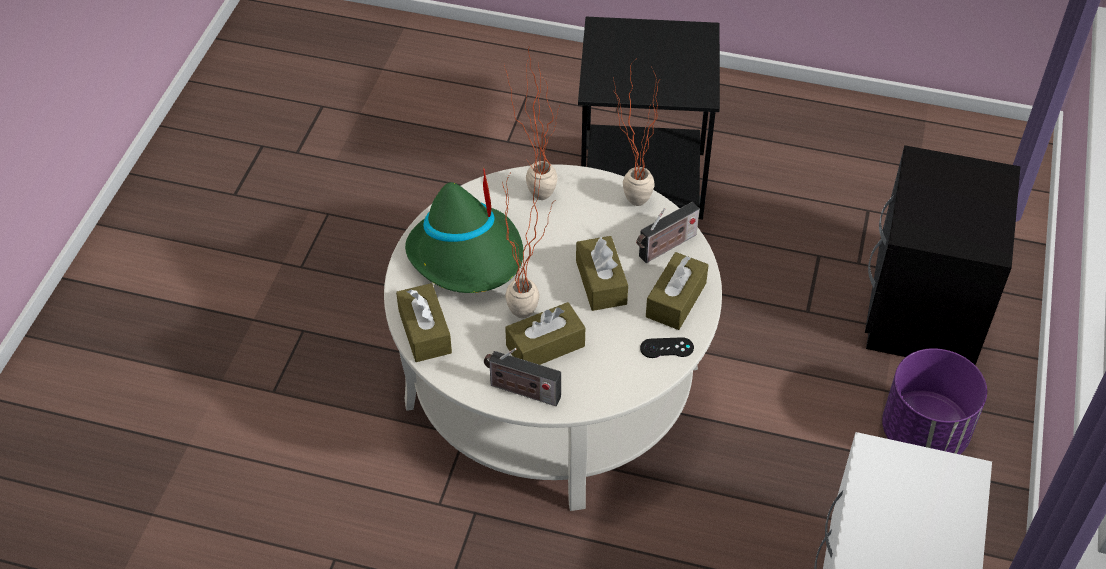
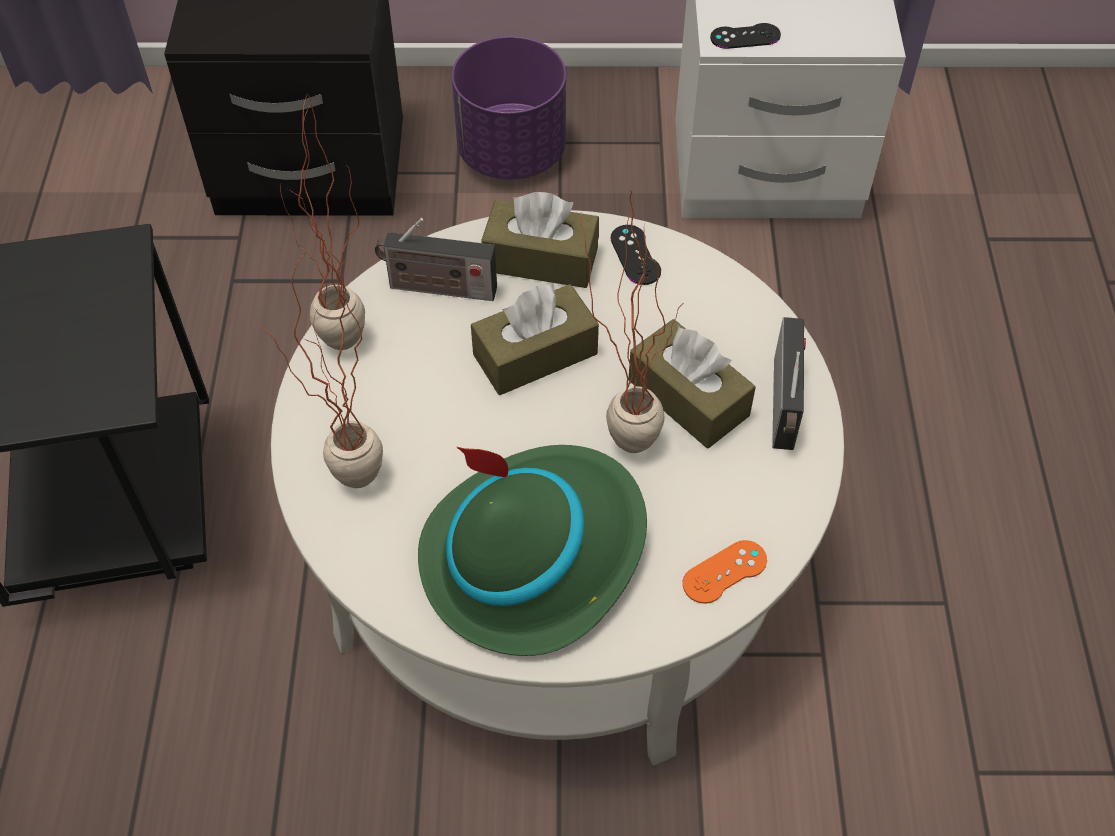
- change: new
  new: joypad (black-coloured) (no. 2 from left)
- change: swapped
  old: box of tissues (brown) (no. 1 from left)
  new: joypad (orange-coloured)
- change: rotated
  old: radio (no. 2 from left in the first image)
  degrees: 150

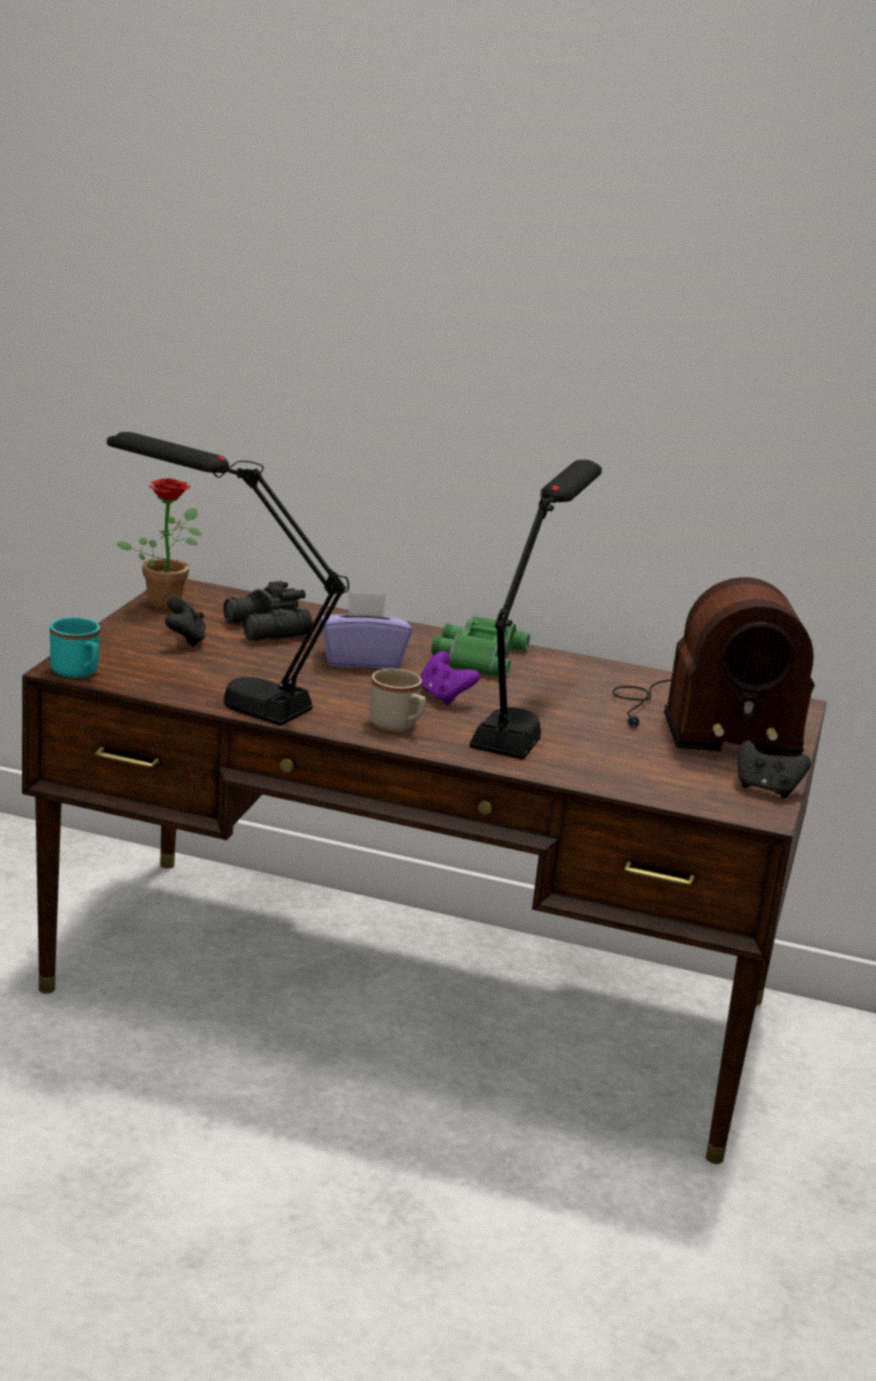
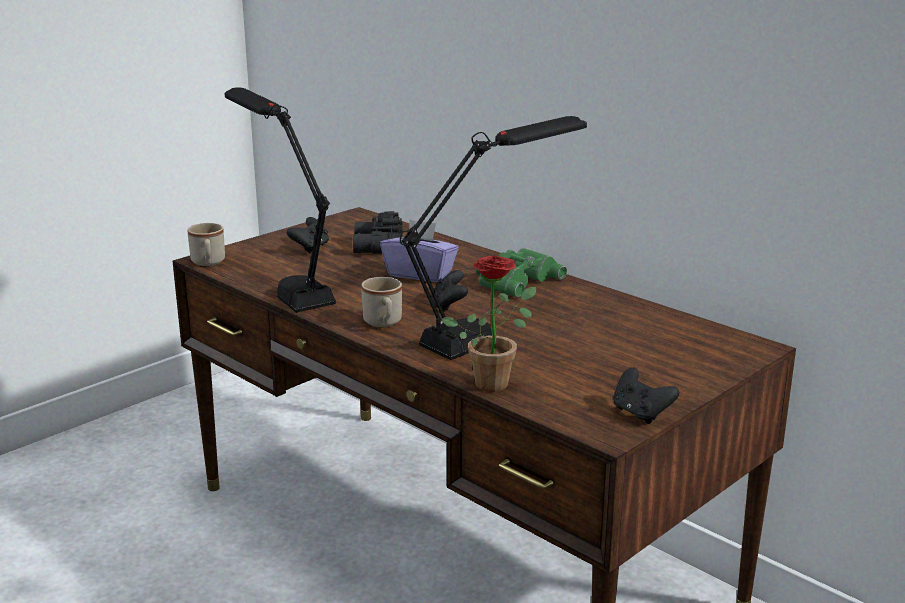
- change: gone
  old: radio
- change: shifted
  old: potted plant
- change: repainted
  old: coffee mug (turquoise-coloured)
  new: coffee mug (sand-coloured) (no. 1 from left)
- change: repainted
  old: joypad (purple)
  new: joypad (black-coloured) (no. 2 from left)

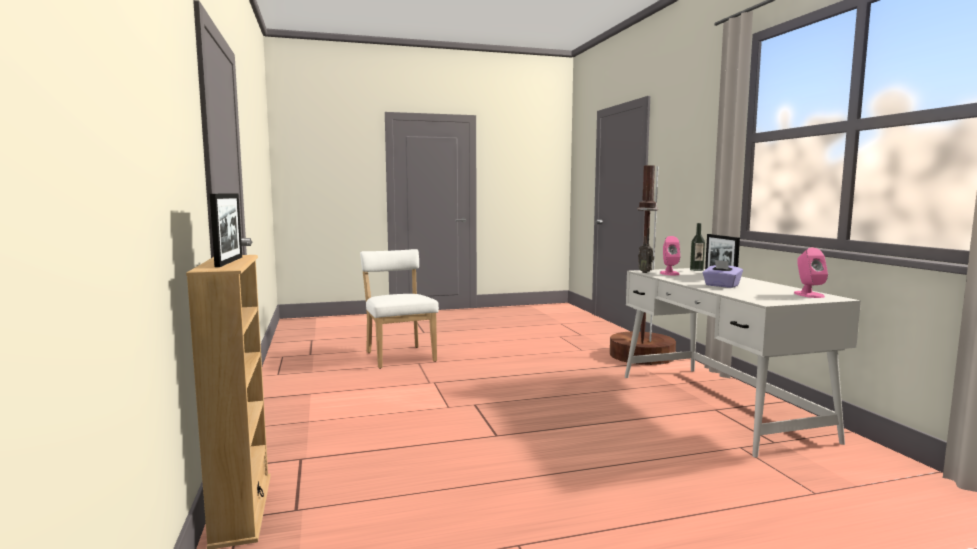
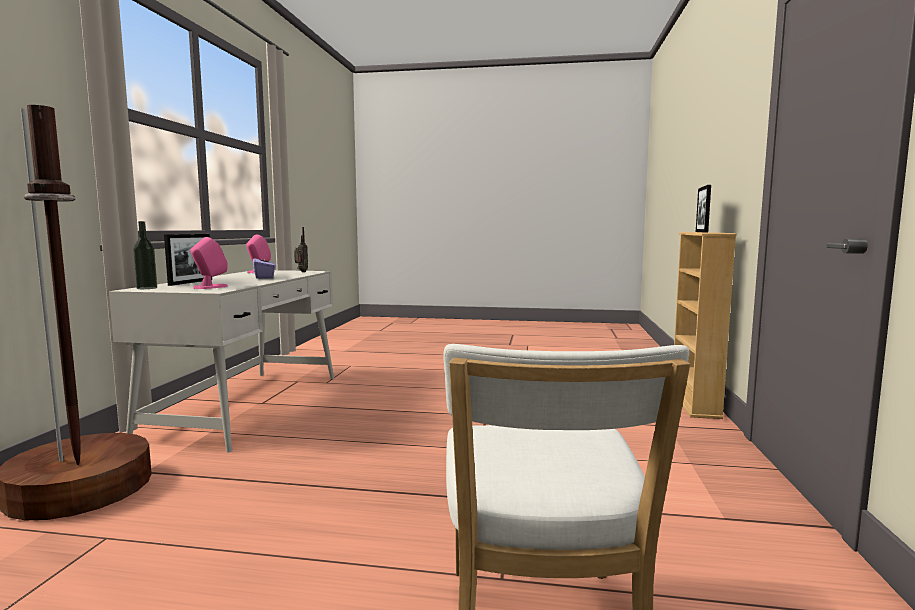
- change: shifted
  old: radio

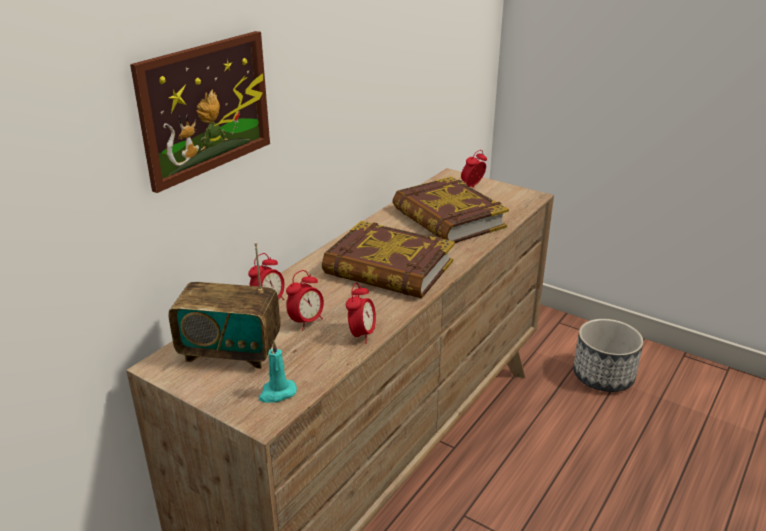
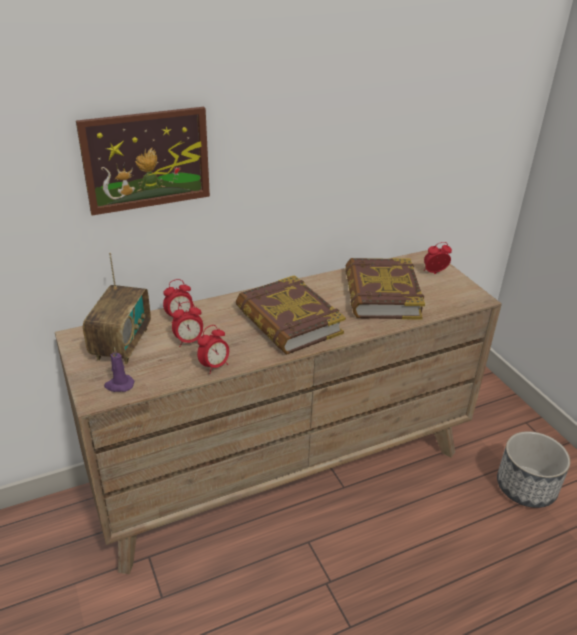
- change: repainted
  old: wax candle (turquoise-coloured)
  new: wax candle (purple)
- change: rotated
  old: radio
  degrees: -120

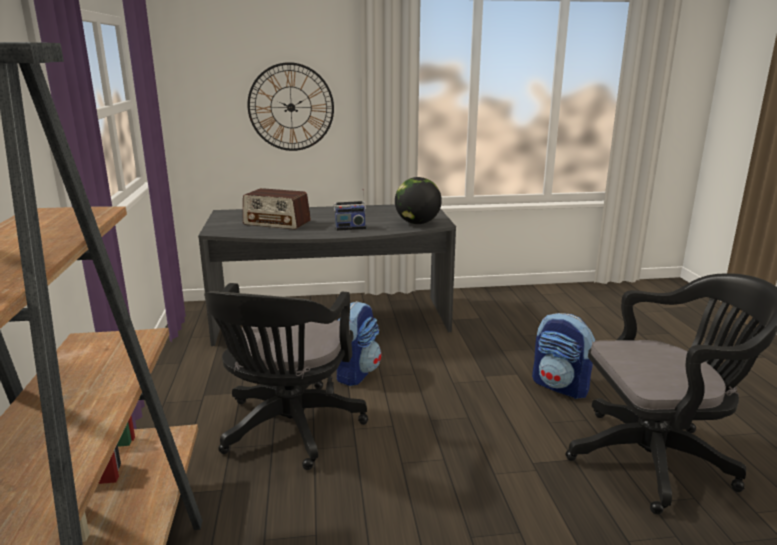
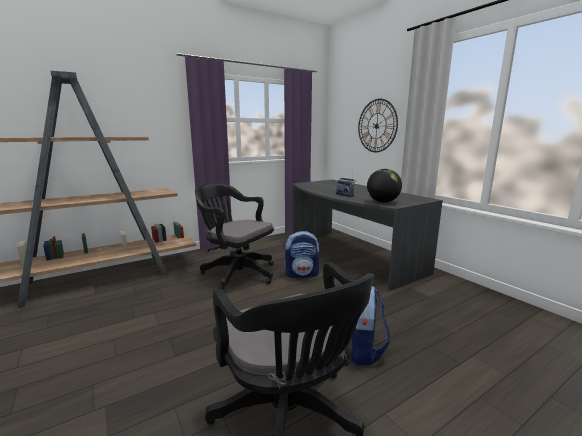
- change: gone
  old: radio (no. 1 from left)
- change: rotated
  old: office chair (black-coloured) (no. 1 from left)
  degrees: 45

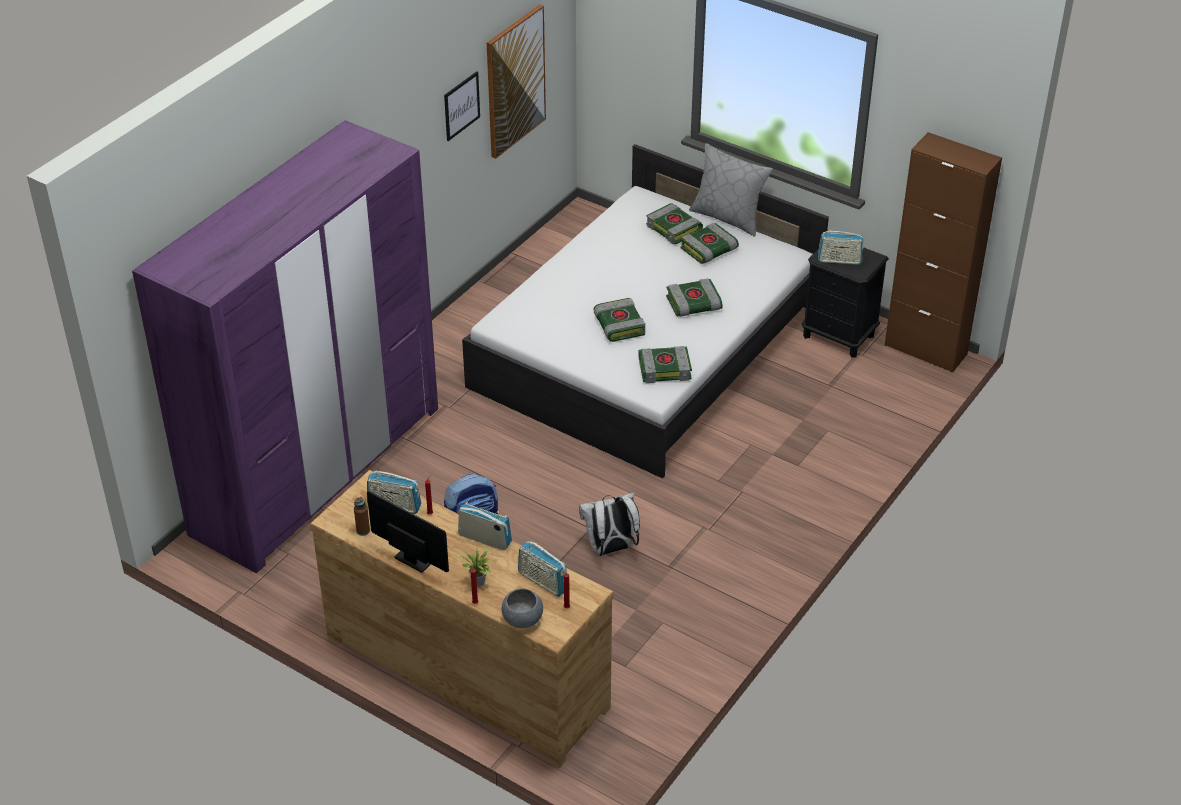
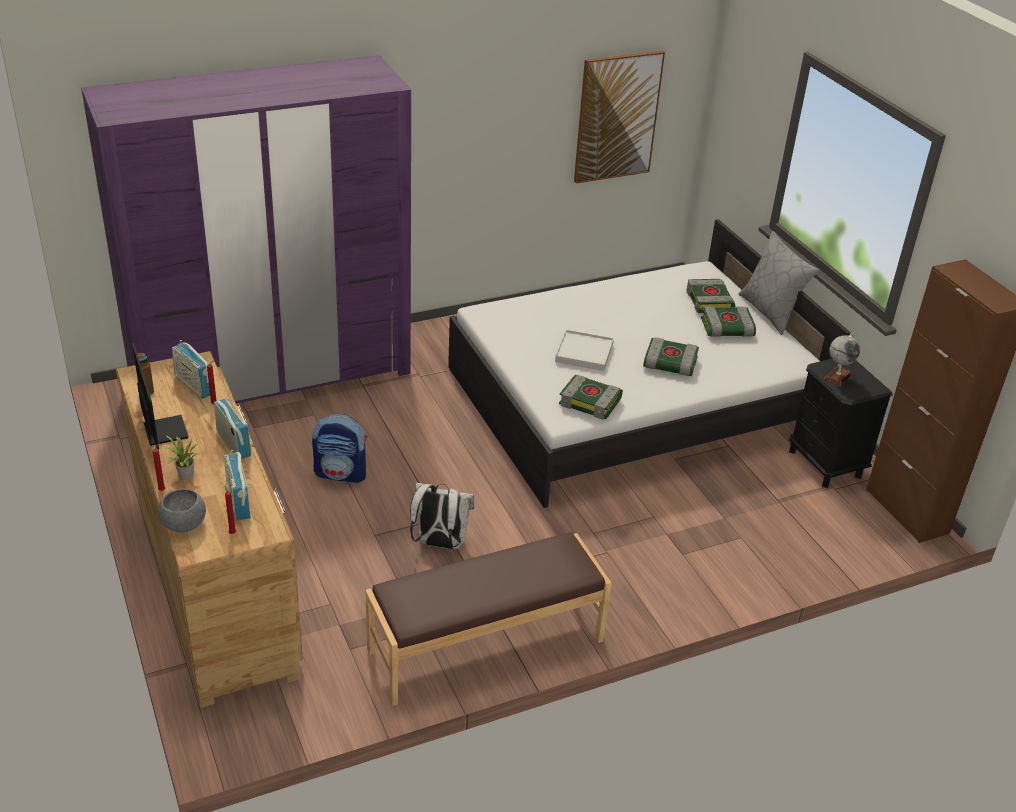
- change: gone
  old: wall art (no. 1 from left)
- change: new
  new: long seat (brown)
- change: swapped
  old: volume (no. 1 from left)
  new: serving tray (white)
- change: swapped
  old: radio (no. 4 from left)
  new: world globe

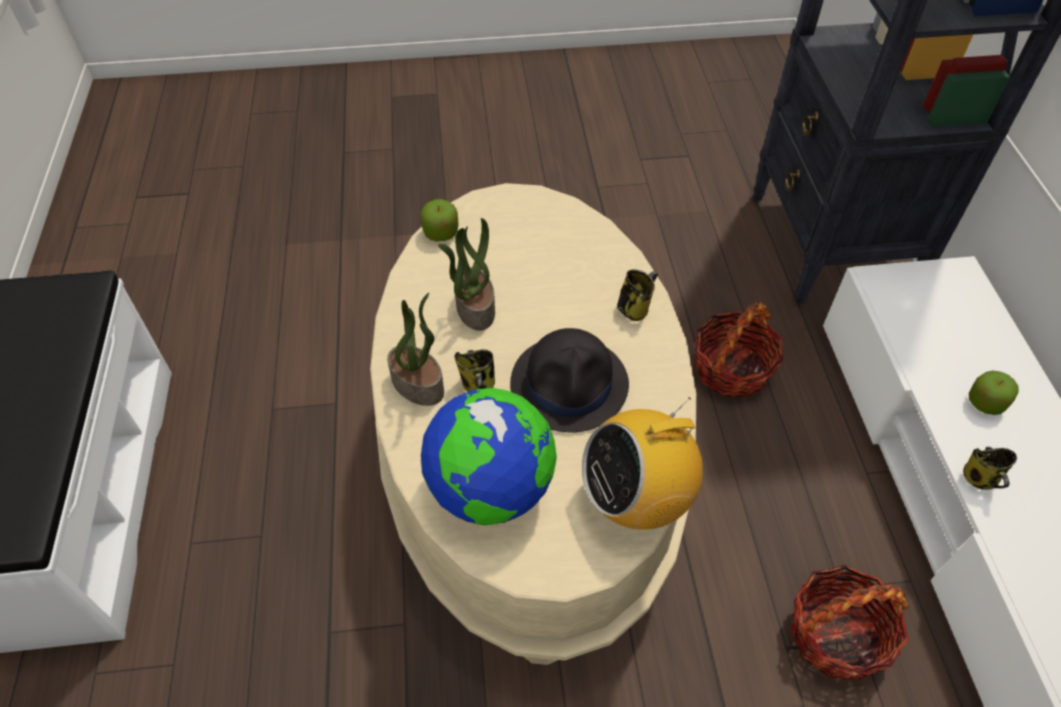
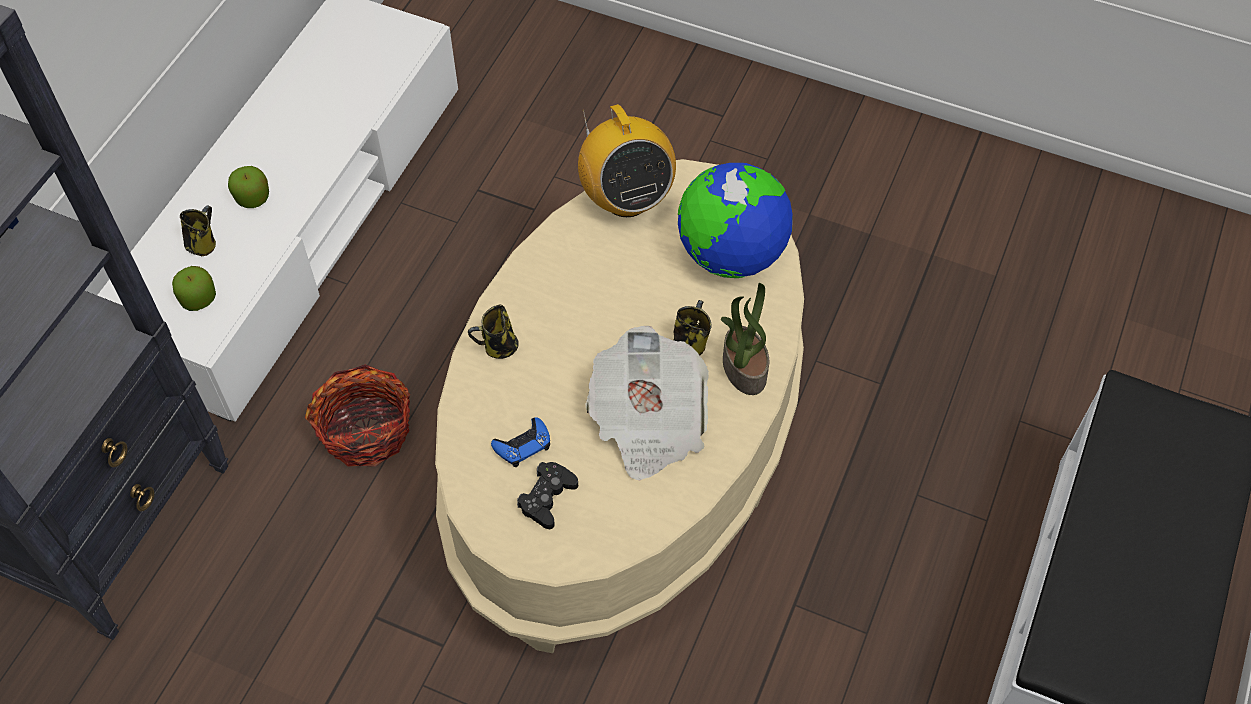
- change: gone
  old: wearable hat (black-coloured)
- change: gone
  old: household basket (no. 2 from left)
- change: new
  new: joypad (blue-coloured)
- change: new
  new: joypad (black-coloured)
- change: shifted
  old: whole apple (no. 1 from left)
- change: shifted
  old: coffee mug (no. 3 from left in the first image)
  new: coffee mug (no. 1 from left)
- change: swapped
  old: potted plant (no. 2 from left)
  new: newspaper
- change: rotated
  old: radio
  degrees: 60

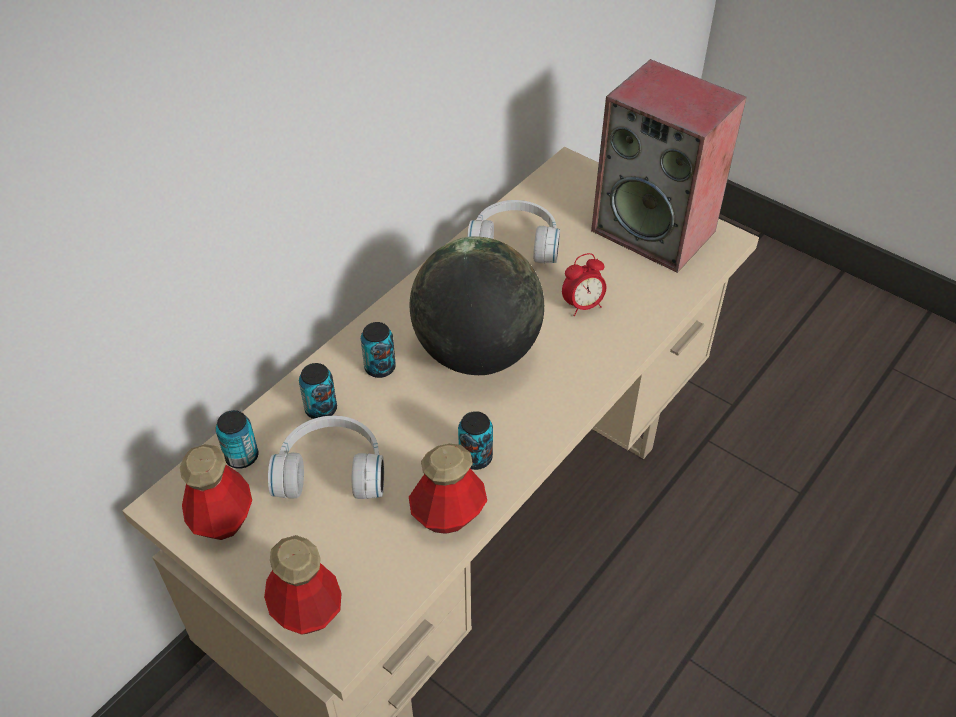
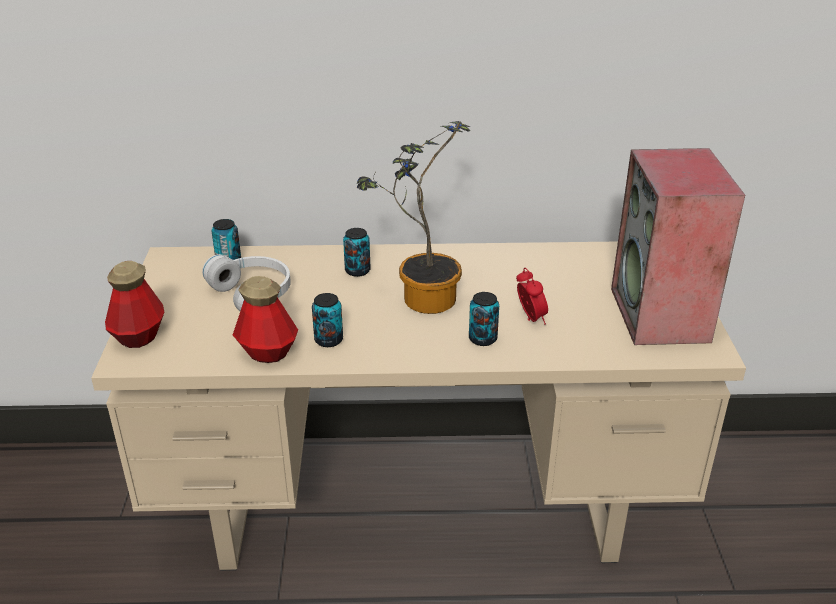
- change: gone
  old: bottle (no. 1 from left)
- change: gone
  old: headphones (white) (no. 2 from left)
- change: shifted
  old: can (no. 2 from left in the first image)
  new: can (no. 4 from left)
- change: swapped
  old: world globe
  new: potted plant
- change: rotated
  old: table clock
  degrees: -135

